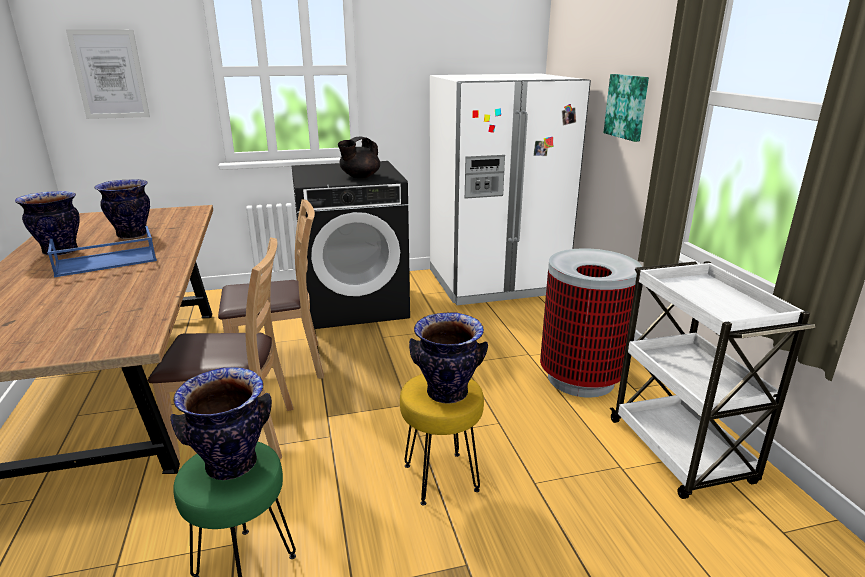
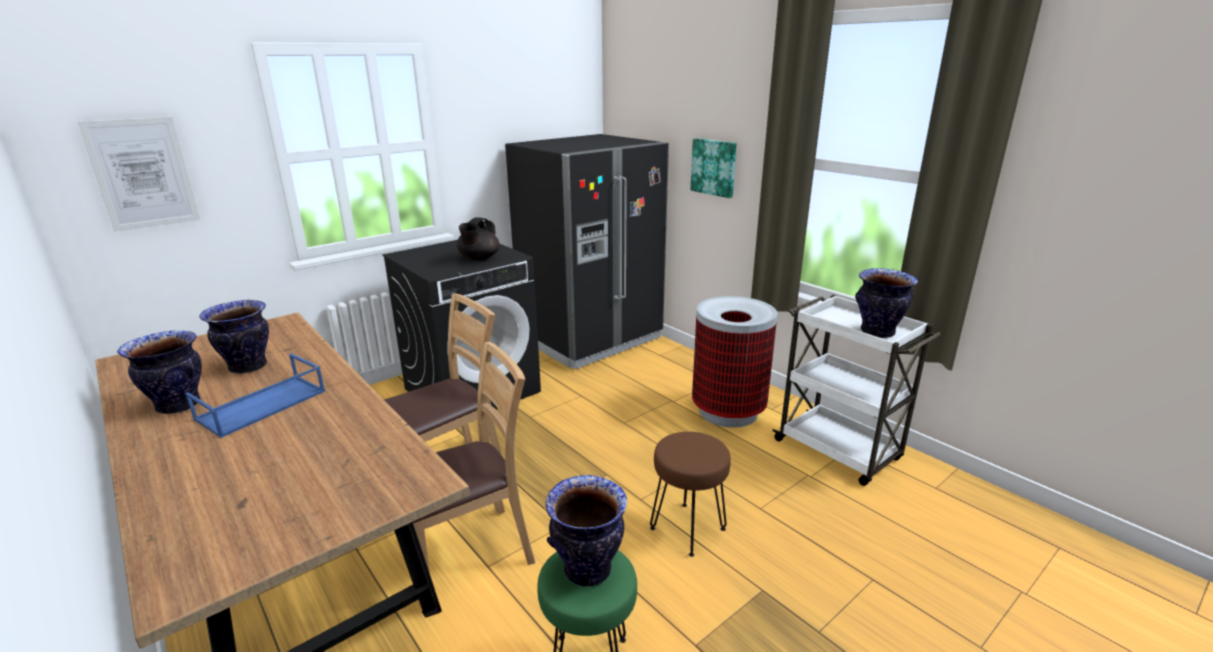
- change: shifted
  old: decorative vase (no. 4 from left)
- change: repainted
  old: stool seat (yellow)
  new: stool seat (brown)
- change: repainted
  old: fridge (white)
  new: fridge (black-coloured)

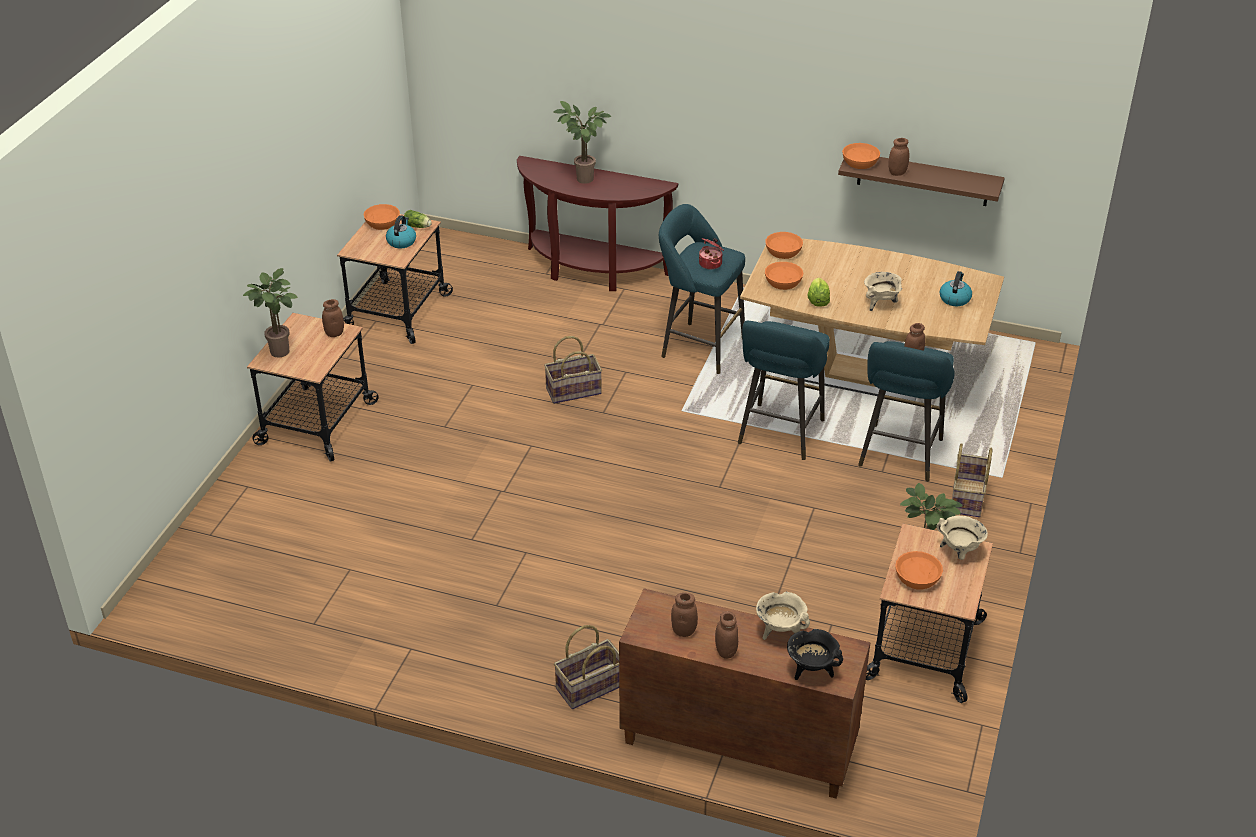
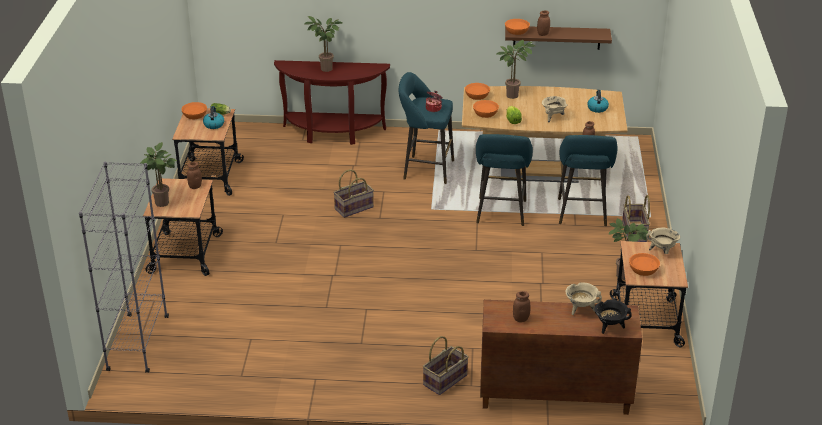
- change: gone
  old: storage jar (brown) (no. 3 from left)
- change: new
  new: bookcase (grey)
- change: new
  new: potted plant (no. 3 from left)

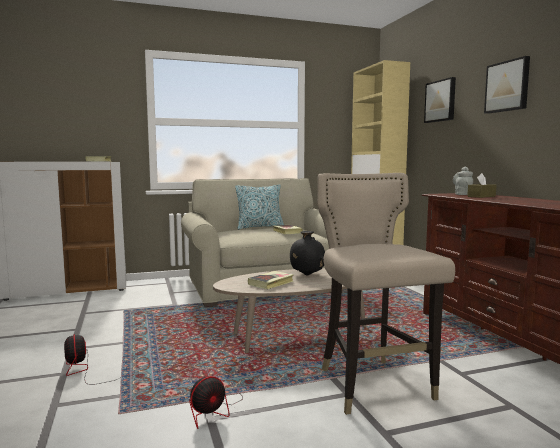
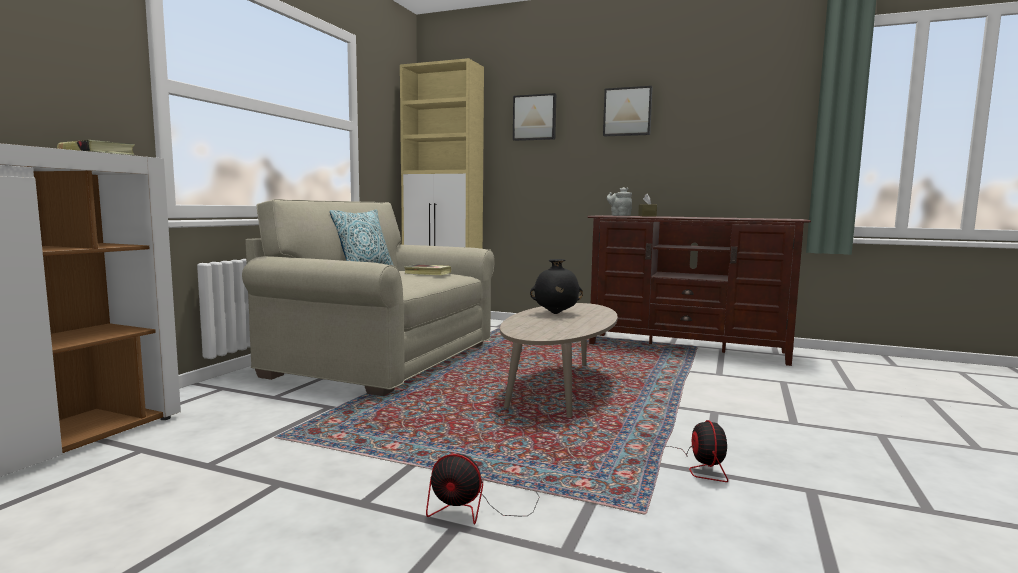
- change: gone
  old: volume (no. 2 from left)
- change: gone
  old: stool seat (sand-coloured)

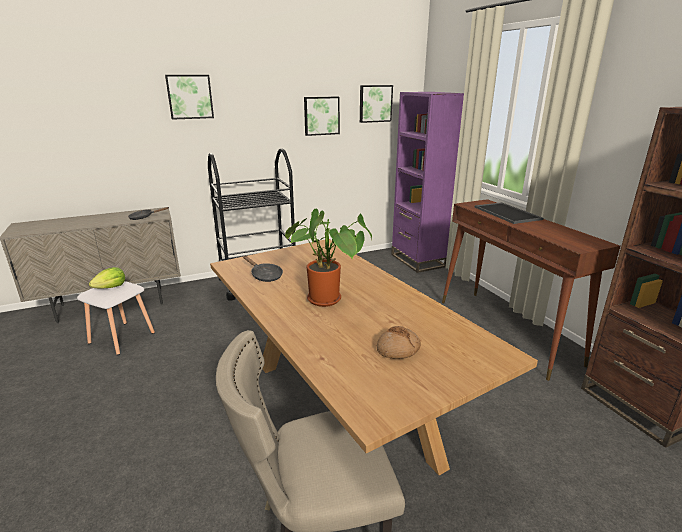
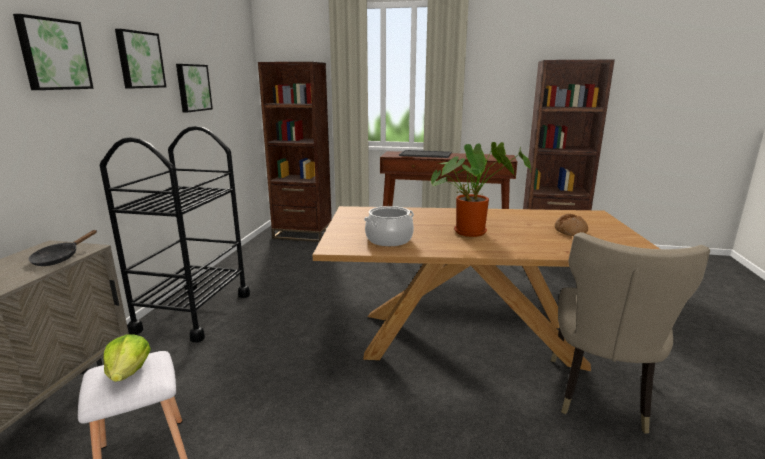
- change: shifted
  old: wall art (no. 3 from left in the first image)
  new: wall art (no. 2 from left)
- change: swapped
  old: frying pan (black-coloured) (no. 2 from left)
  new: stockpot
- change: repainted
  old: bookcase (purple)
  new: bookcase (brown) (no. 1 from left)

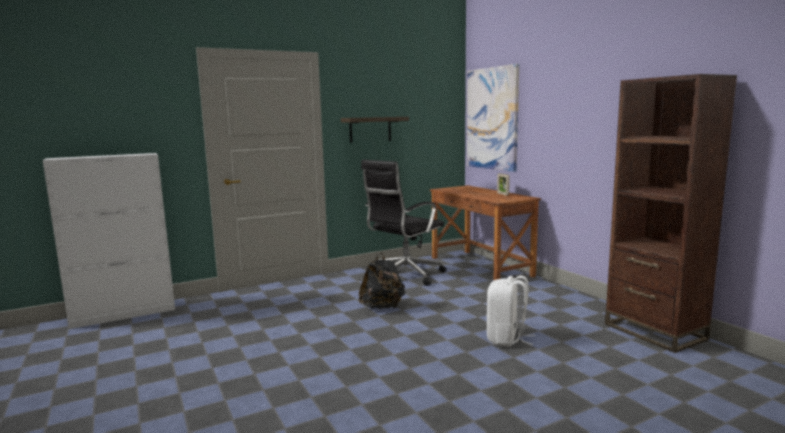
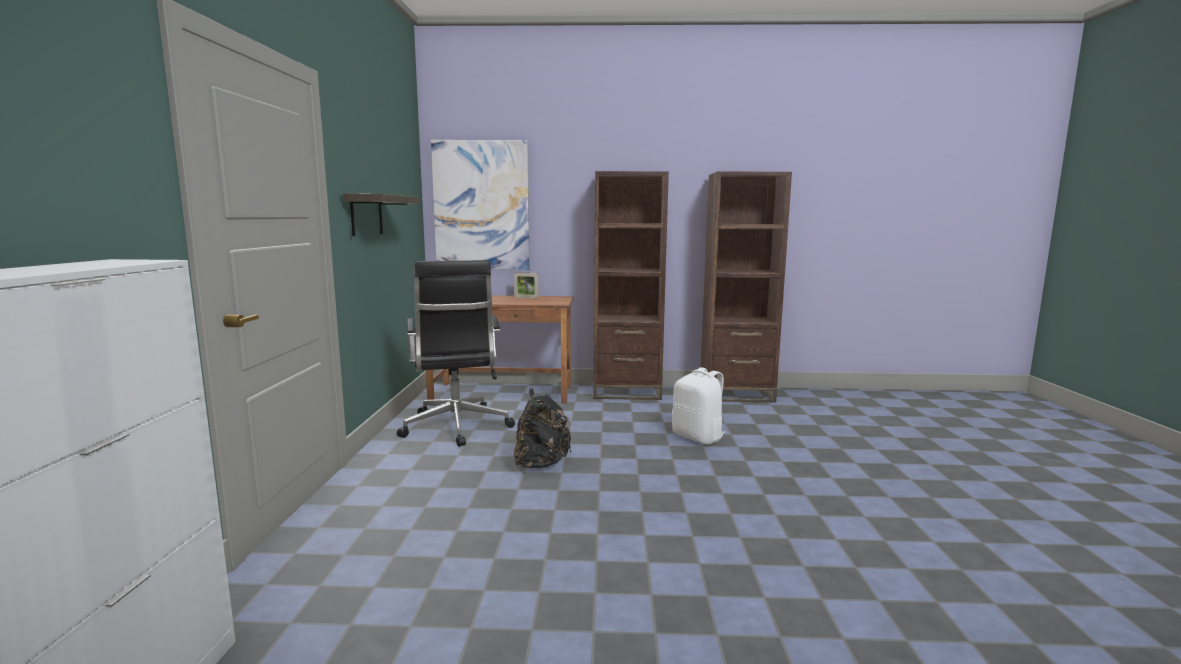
- change: new
  new: bookcase (brown) (no. 1 from left)

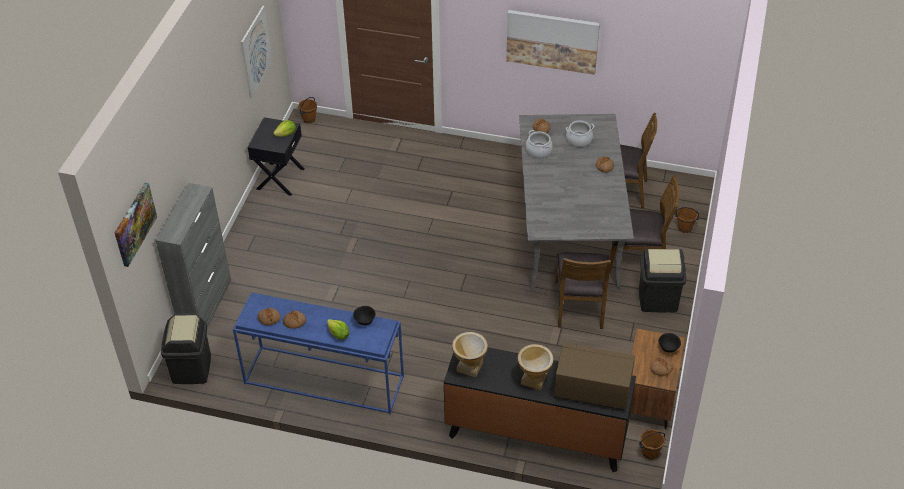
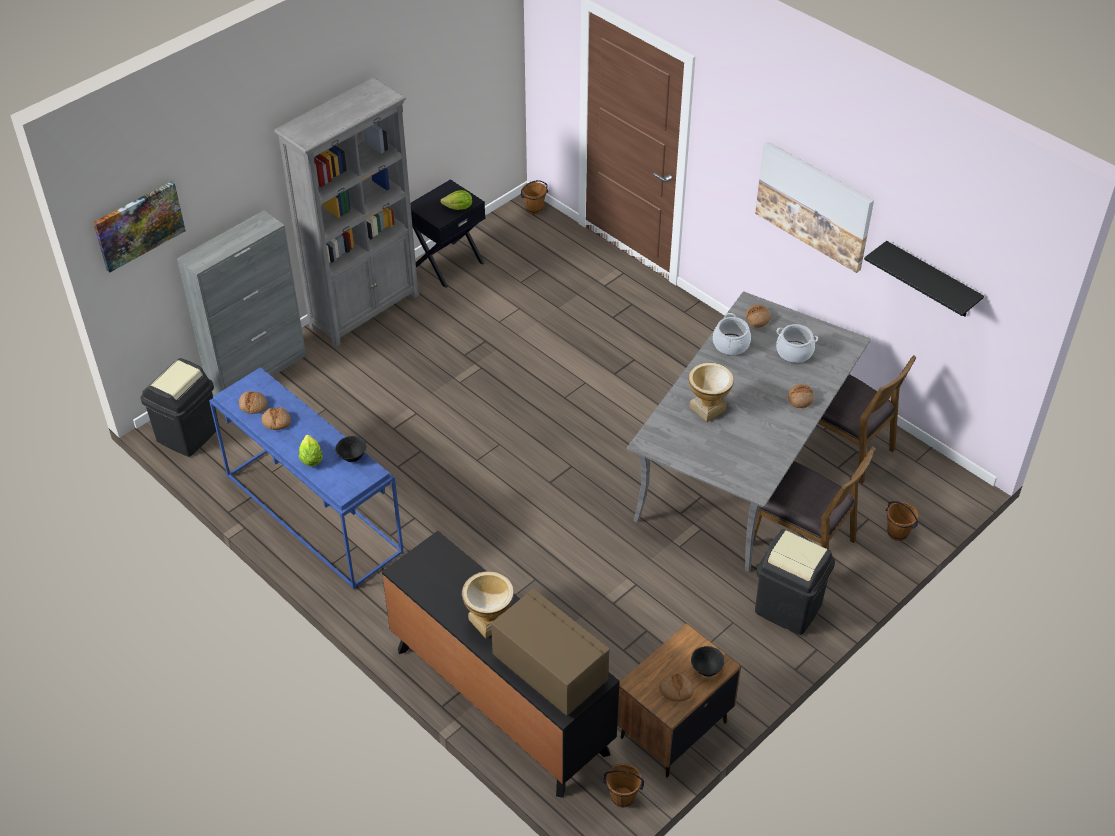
- change: gone
  old: wall art (no. 2 from left)
- change: gone
  old: chair (brown) (no. 1 from left)
- change: new
  new: bookcase (grey)
- change: new
  new: shelf (black-coloured)
- change: shifted
  old: decorative vase (no. 1 from left in the first image)
  new: decorative vase (no. 2 from left)

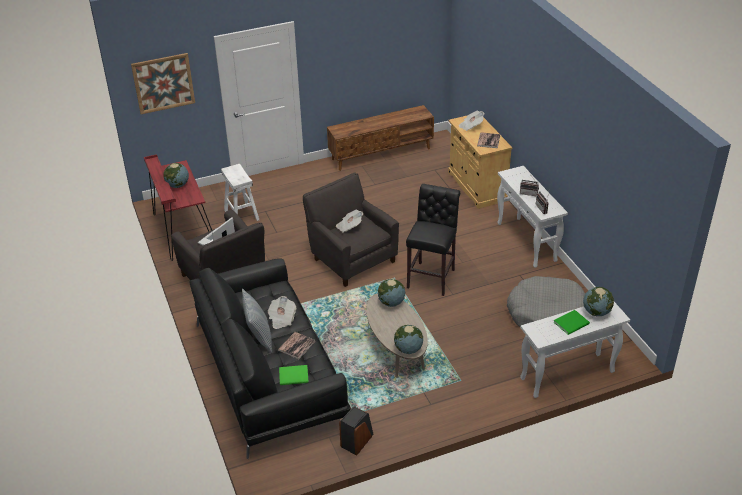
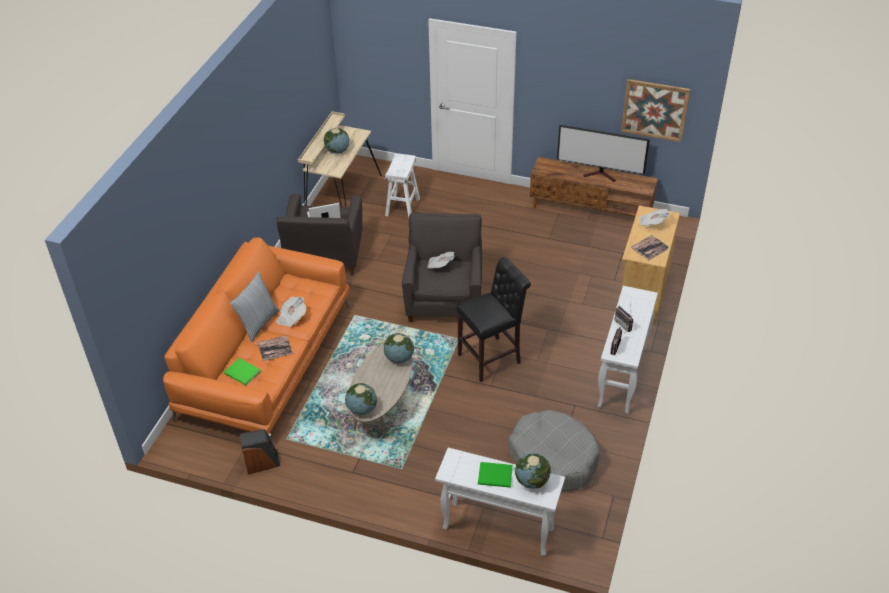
- change: new
  new: TV
- change: shifted
  old: wall art
- change: repainted
  old: desk (red)
  new: desk (sand-coloured)
- change: repainted
  old: sofa (black-coloured)
  new: sofa (orange-coloured)

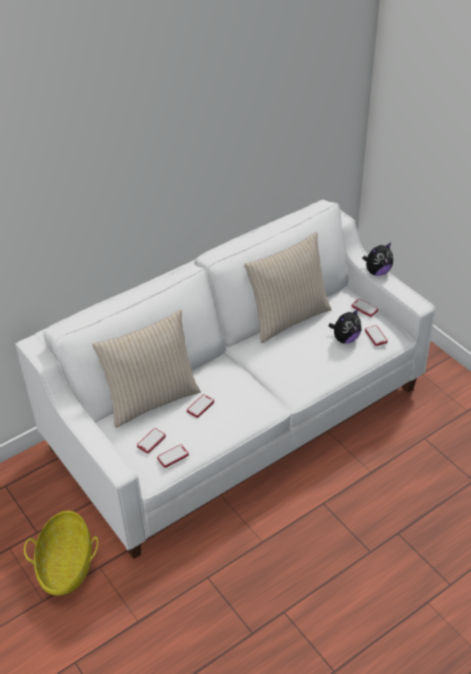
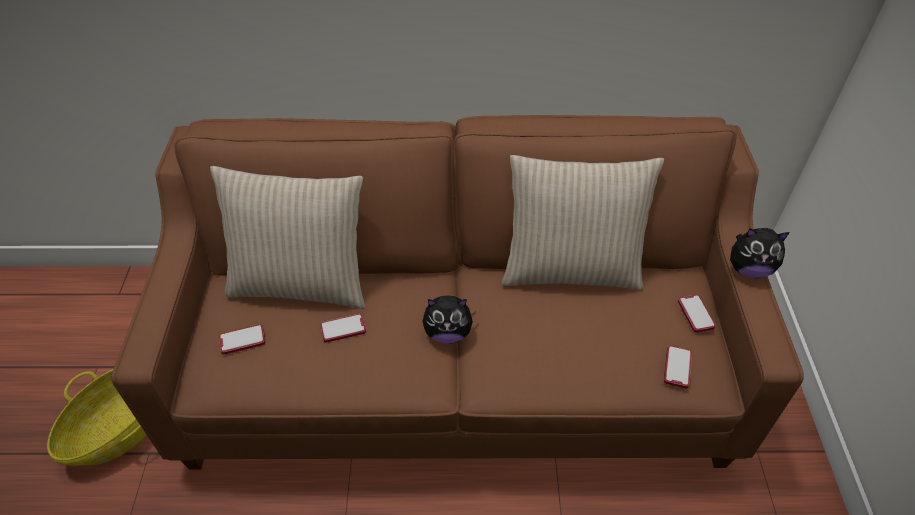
- change: gone
  old: telephone (no. 2 from left)
- change: shifted
  old: cuddly toy (no. 1 from left)
- change: repainted
  old: sofa (white)
  new: sofa (brown)

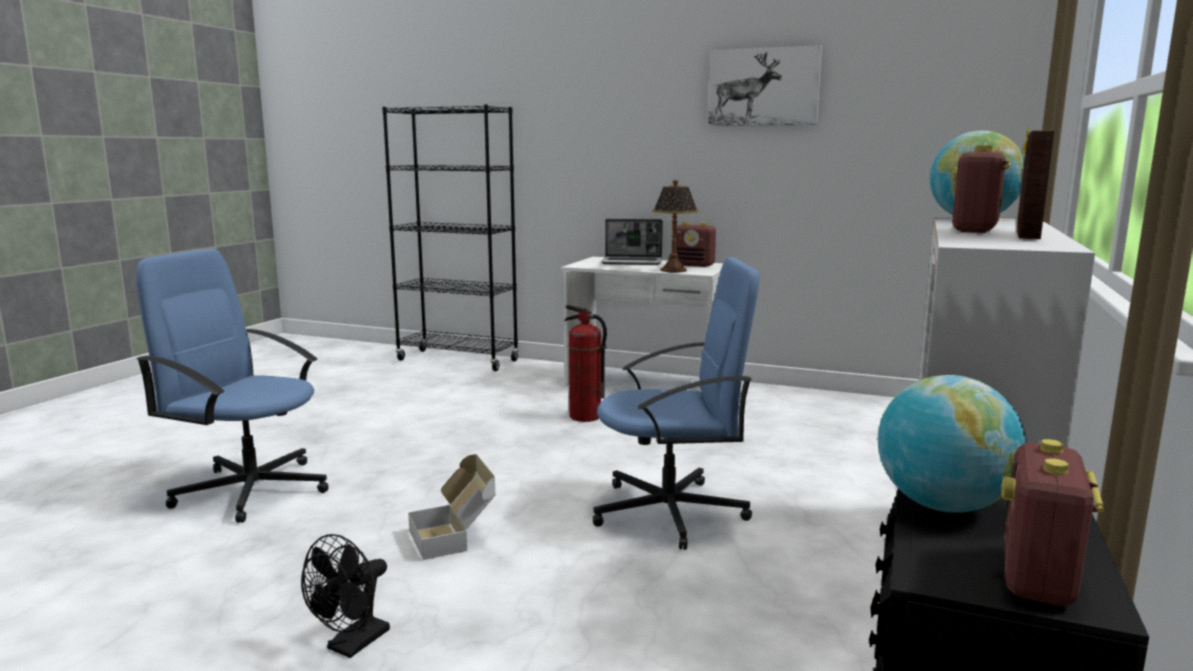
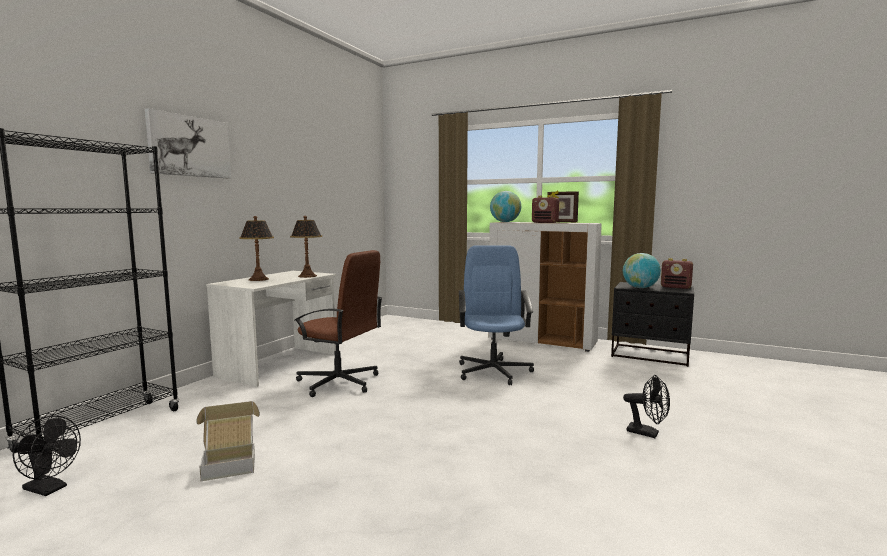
- change: gone
  old: office chair (blue-coloured) (no. 1 from left)
- change: gone
  old: radio (no. 1 from left)
- change: new
  new: fan (black-coloured) (no. 1 from left)
- change: shifted
  old: packing box
- change: shifted
  old: wall art
- change: swapped
  old: extinguisher
  new: office chair (brown)
- change: swapped
  old: portable computer
  new: tabletop lamp (no. 1 from left)

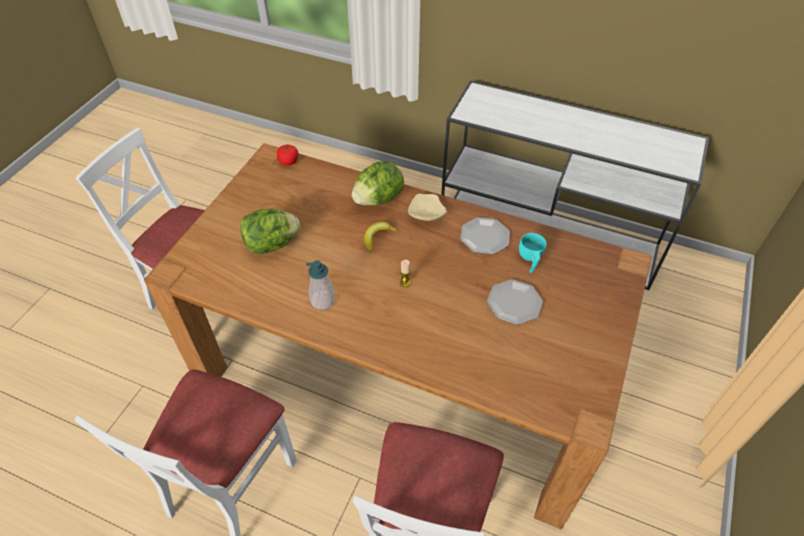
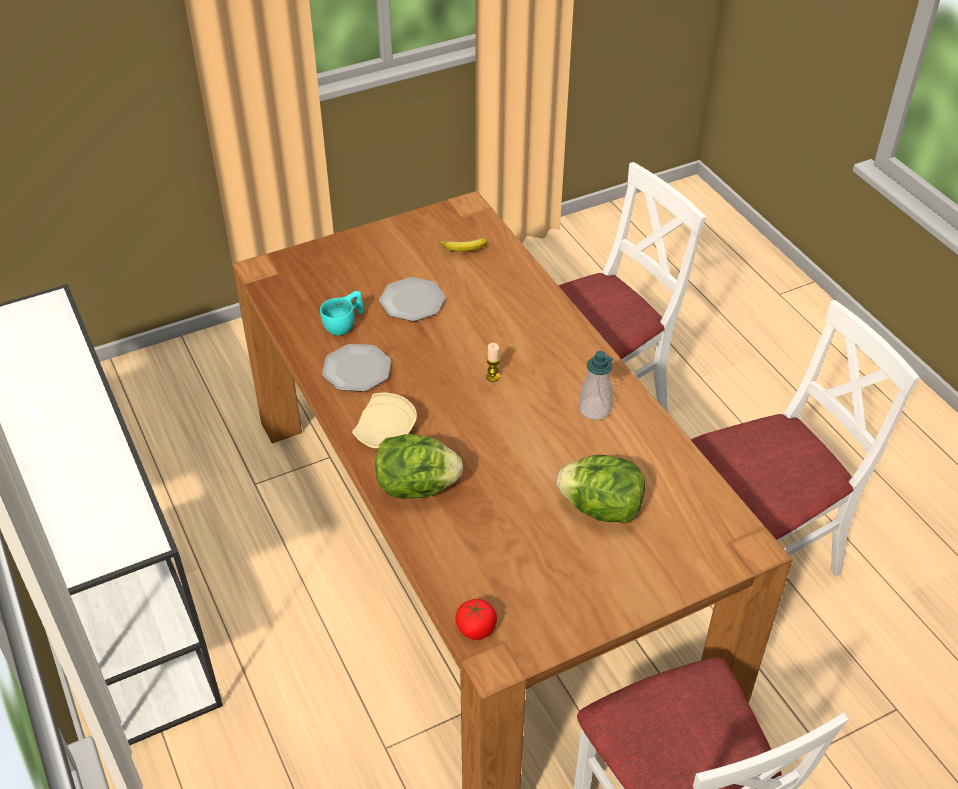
- change: shifted
  old: whole banana

